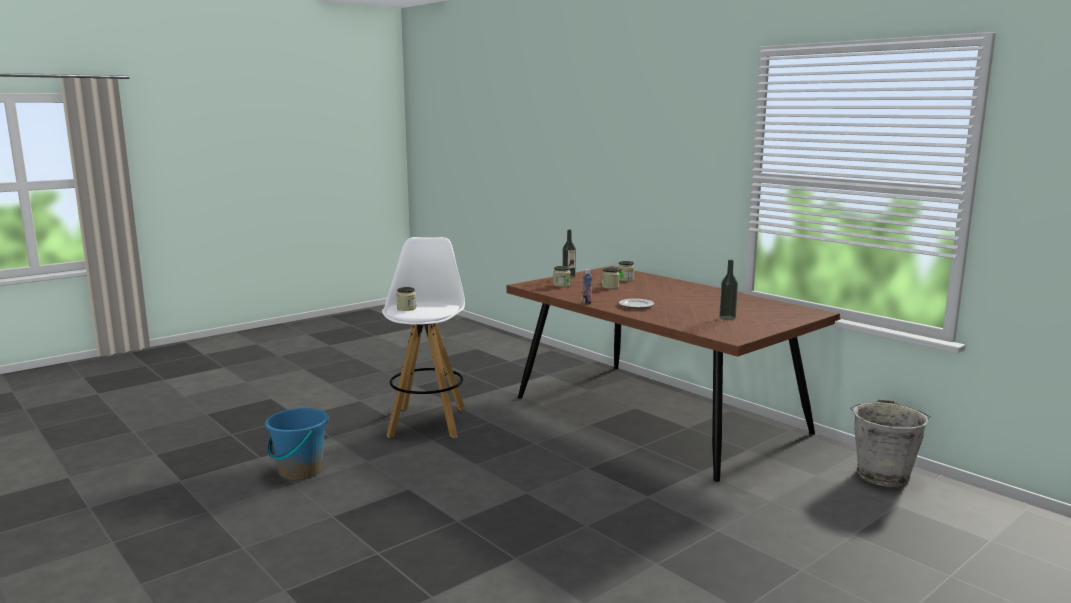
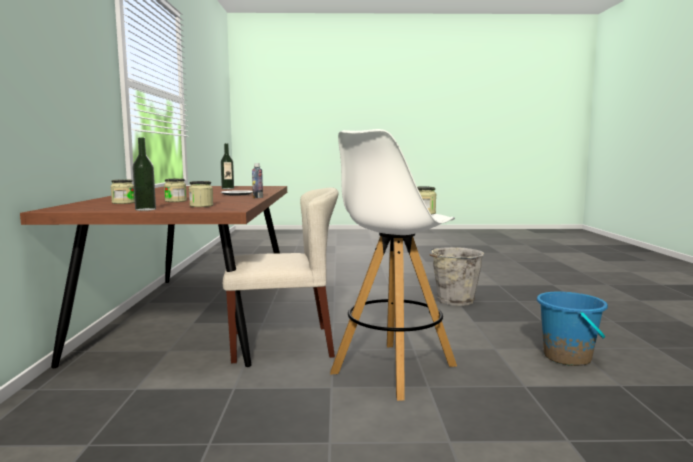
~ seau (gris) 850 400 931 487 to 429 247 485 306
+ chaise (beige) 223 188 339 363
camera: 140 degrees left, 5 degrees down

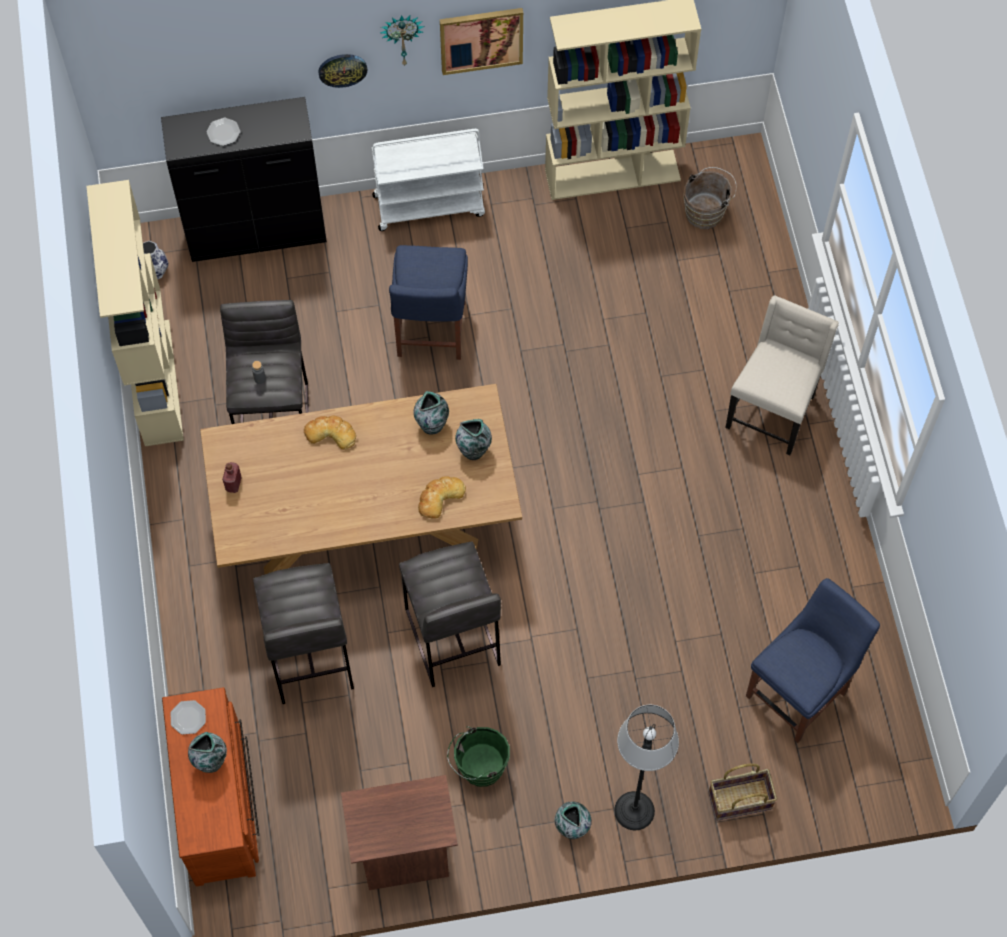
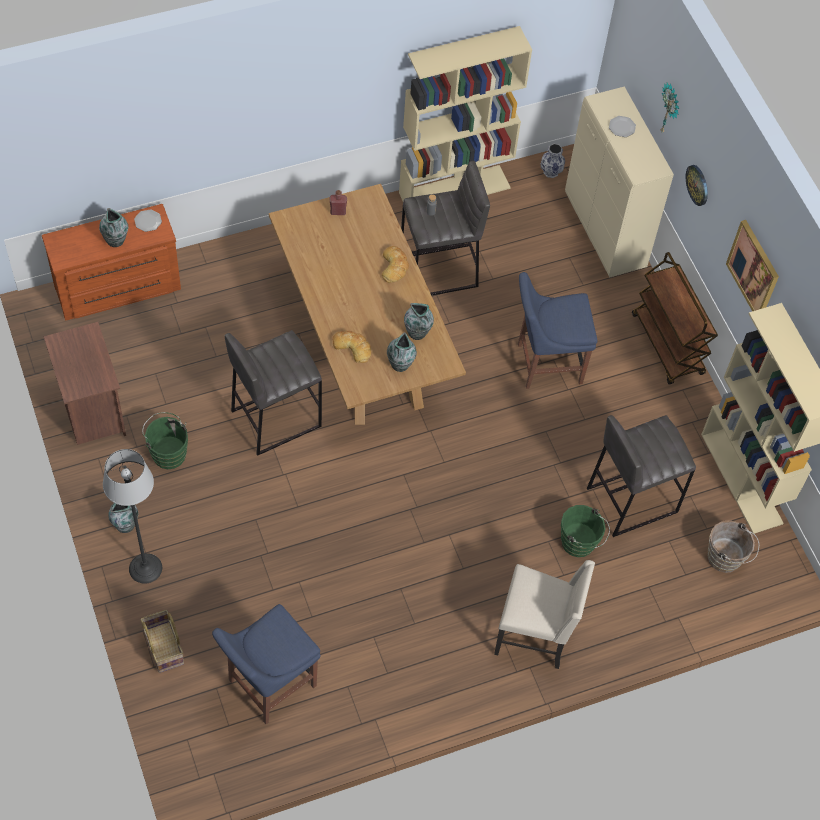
~ horloge murale 380 15 425 65 to 660 83 679 132
~ meuble de rangement (noir) 161 97 327 262 to meuble de rangement (beige) 565 86 674 277
~ chariot (blanc) 372 129 485 231 to chariot (marron) 632 252 718 385
~ tabouret (gris) 253 563 354 704 to 587 415 696 537
~ chaise (bleu) 746 578 880 743 = 212 604 321 724 105 degrees clockwise
+ seau (vert) 561 505 610 557
camera: 75 degrees right, 5 degrees down

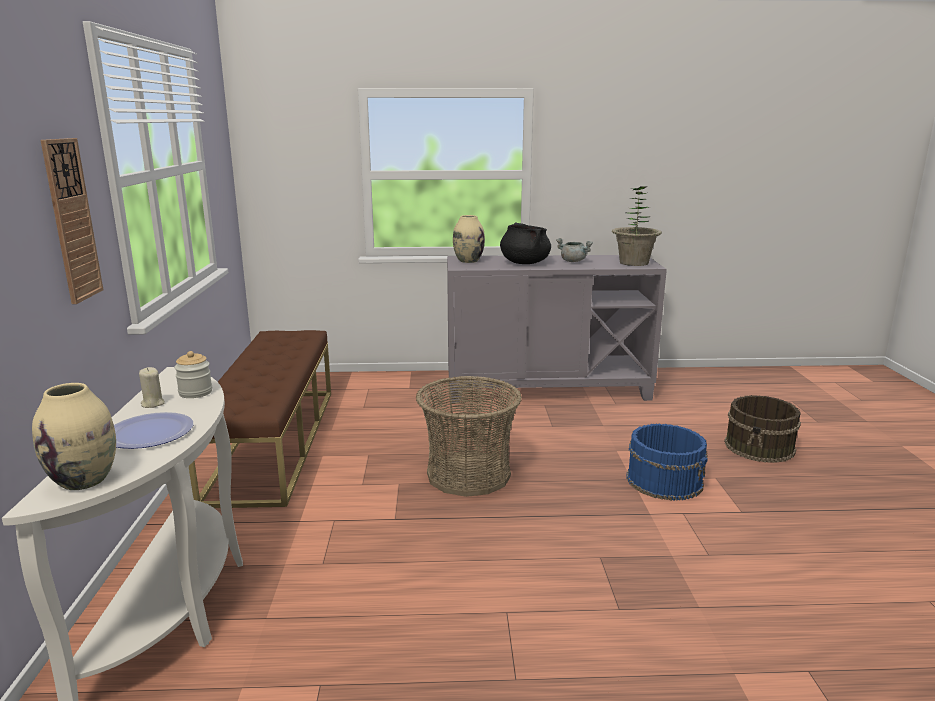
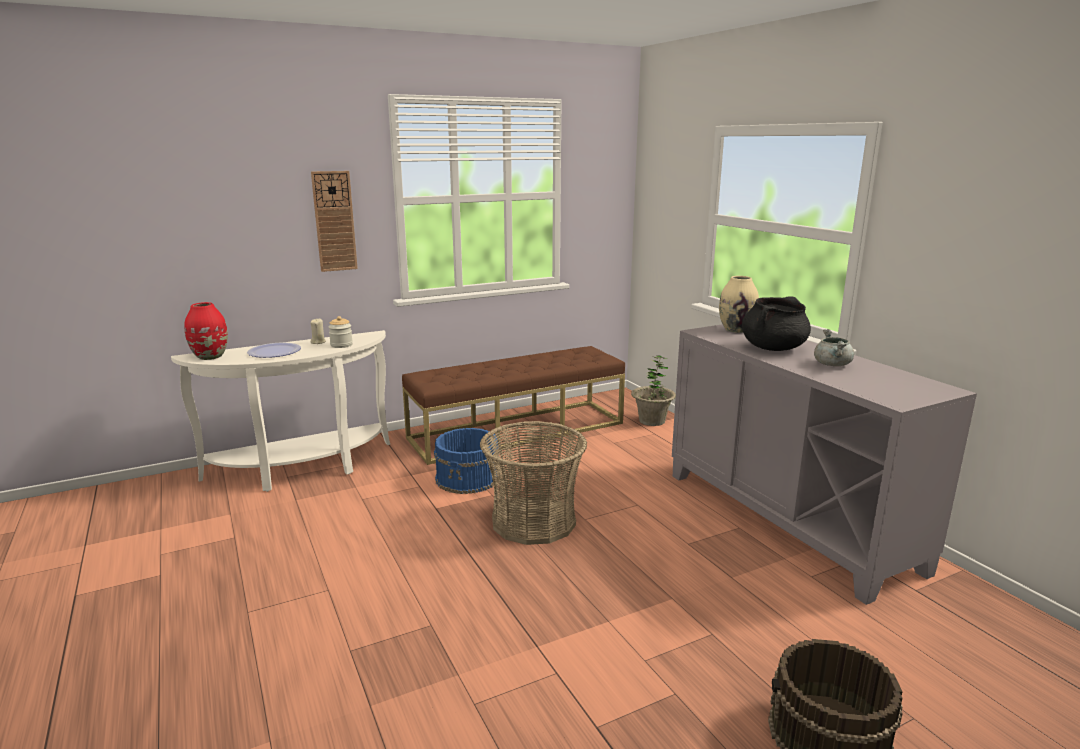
~ plante en pot 612 186 662 266 to 631 355 676 426
~ vase (beige) 32 383 116 490 to vase (rouge) 184 302 228 360
~ seau (bleu) 626 424 708 501 to 434 428 500 494
camera: 65 degrees right, 0 degrees up

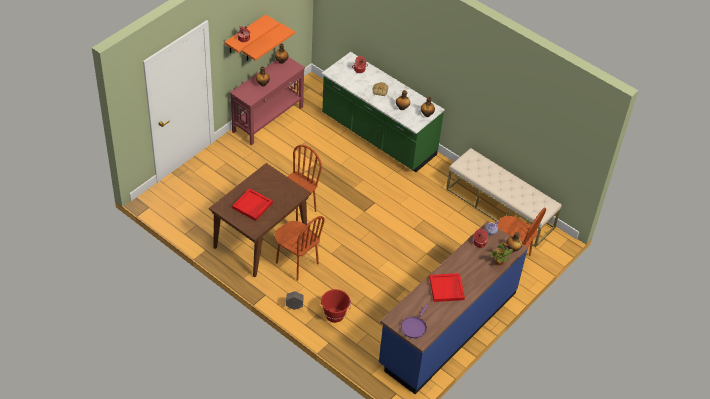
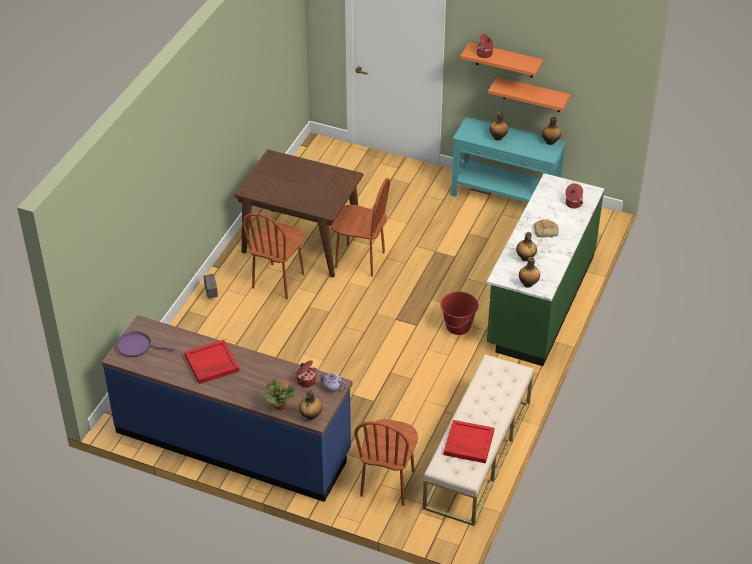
~ table console (rouge) 230 57 305 145 to table console (turquoise) 451 117 567 202
~ plateau (rouge) 232 188 273 221 to 444 420 494 463
~ seau (rouge) 321 289 351 323 to 441 292 479 335
camera: 75 degrees right, 5 degrees down

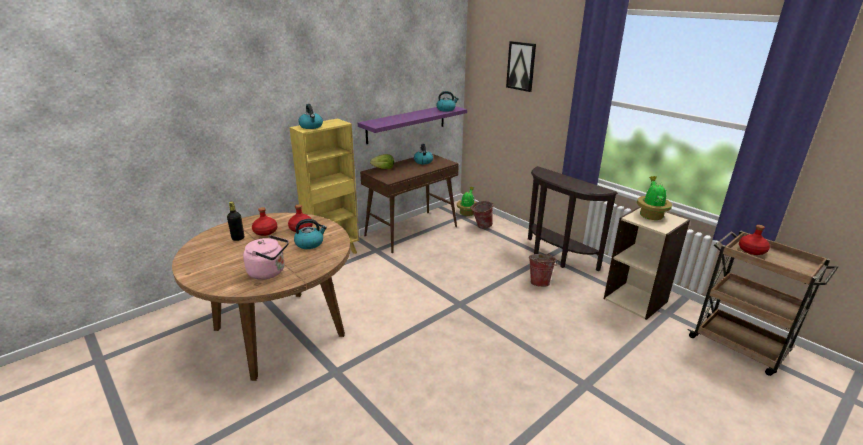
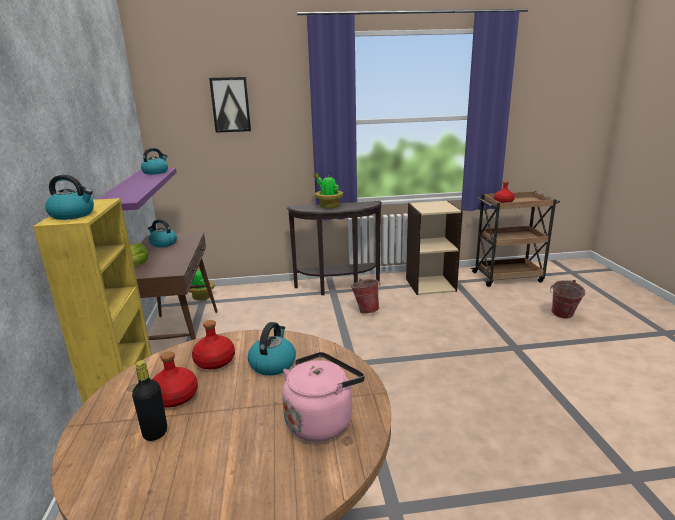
~ plante en pot 637 176 672 220 to 313 173 343 208
~ seau 470 201 494 229 to 550 280 585 319
camera: 55 degrees left, 5 degrees down

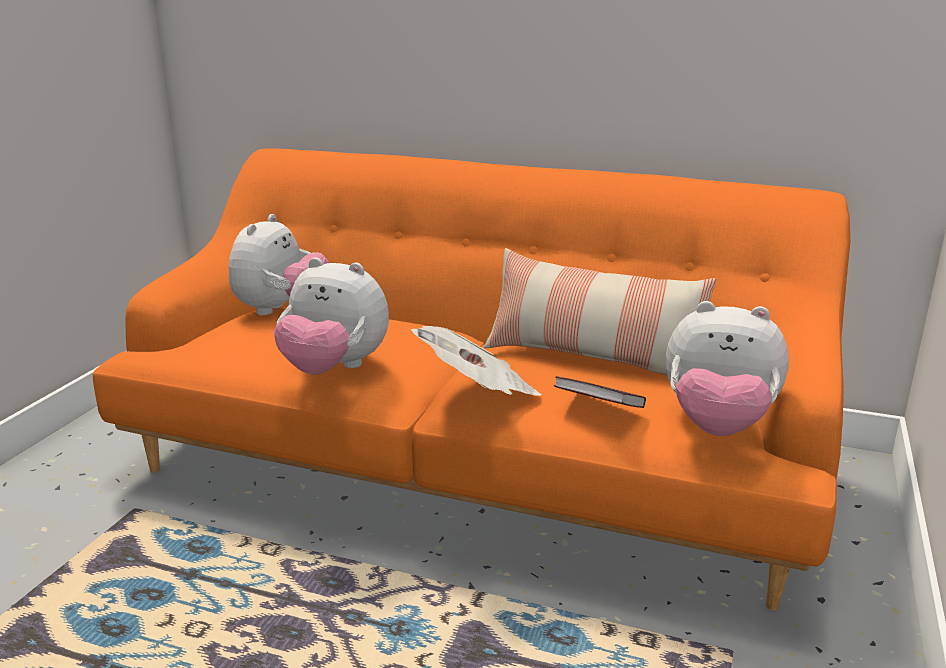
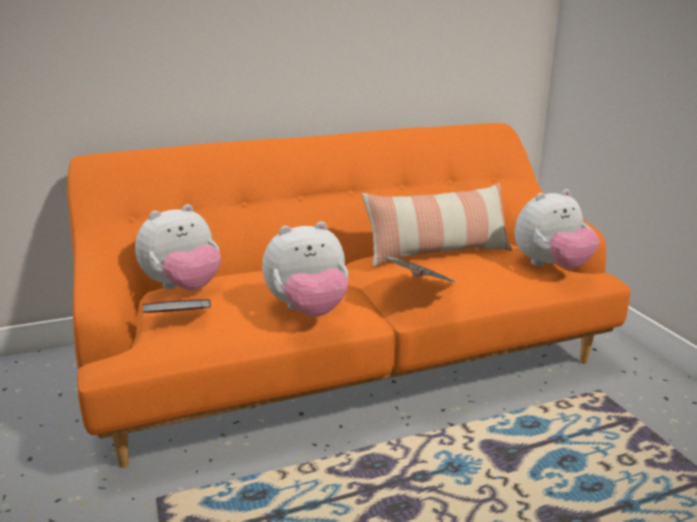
~ peluche 228 214 329 315 = 135 204 221 291 75 degrees clockwise
~ livre 554 376 646 408 to 142 299 211 313
camera: 40 degrees left, 0 degrees up

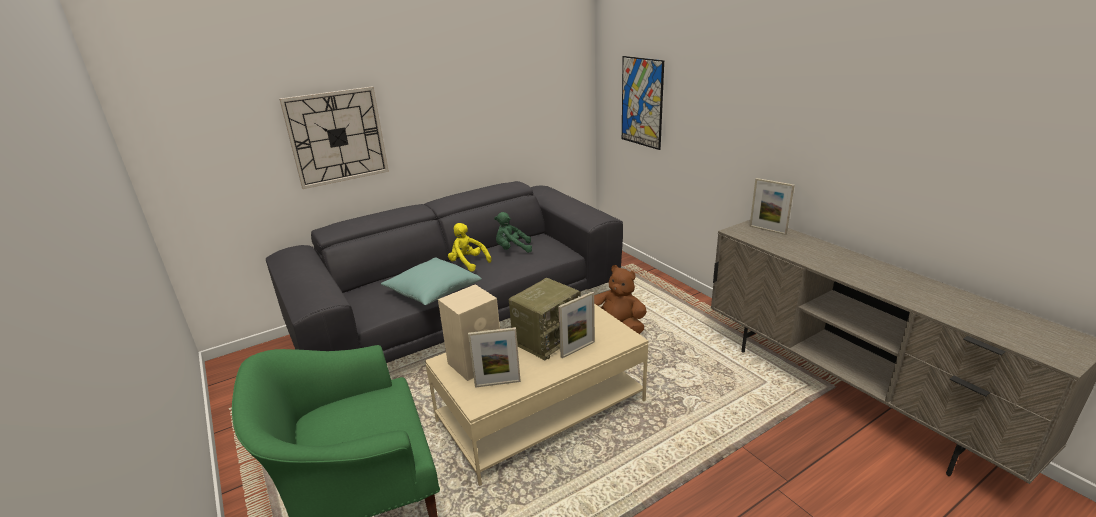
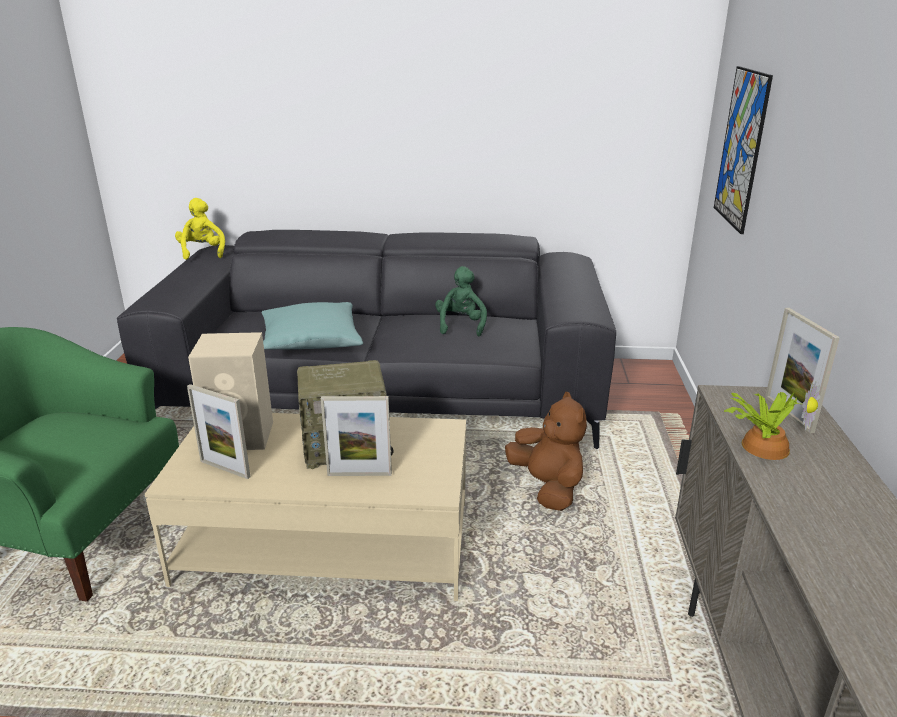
- horloge murale 279 86 389 189
~ peluche (vert) 494 212 532 253 = 435 266 487 336 60 degrees clockwise
~ peluche (jaune) 448 223 492 271 to 175 198 225 260
+ plante en pot 724 382 820 460
camera: 35 degrees right, 0 degrees up

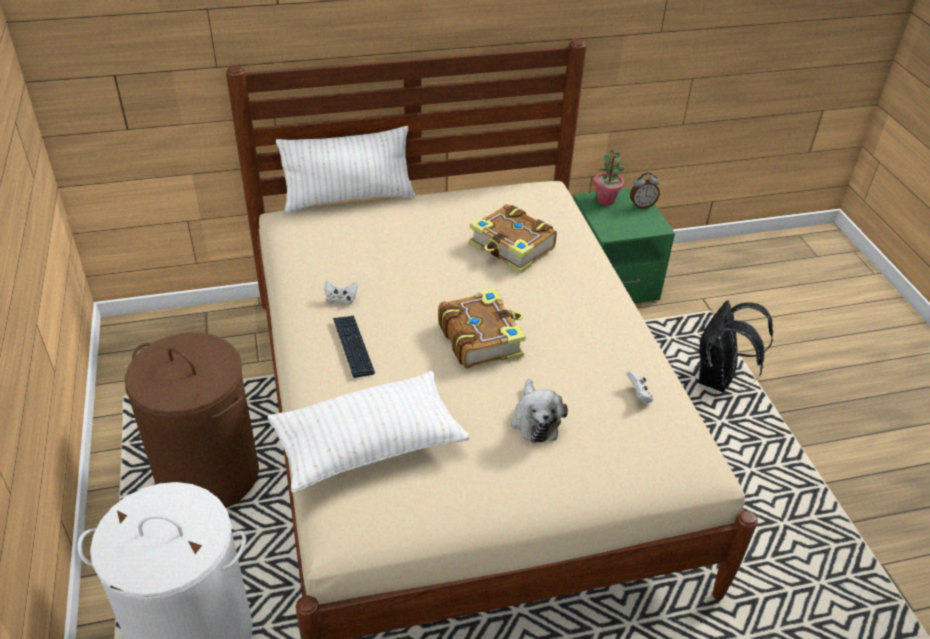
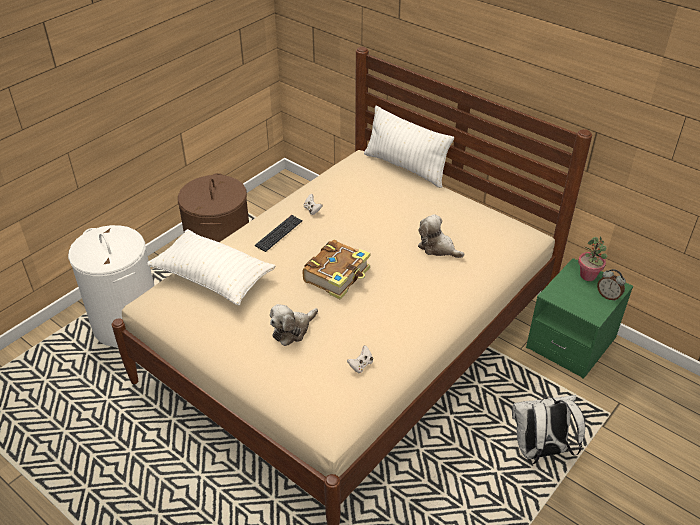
~ livre 469 204 557 273 to peluche 418 214 464 258
~ sac à dos (noir) 699 300 773 392 to sac à dos (blanc) 512 395 585 464
camera: 55 degrees right, 0 degrees up

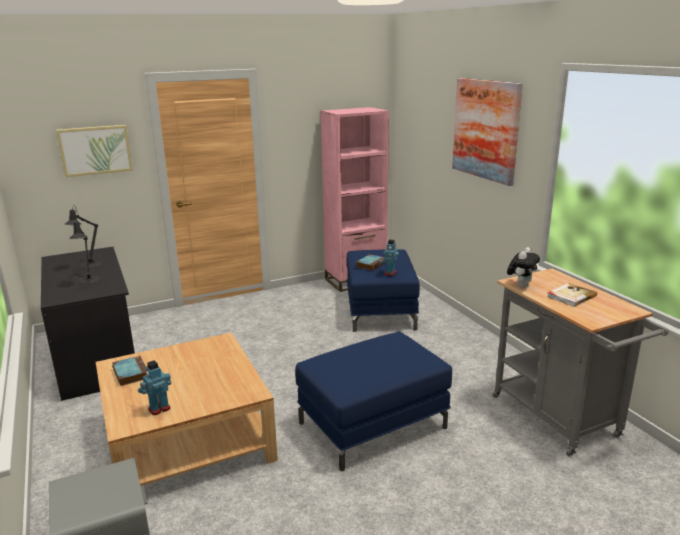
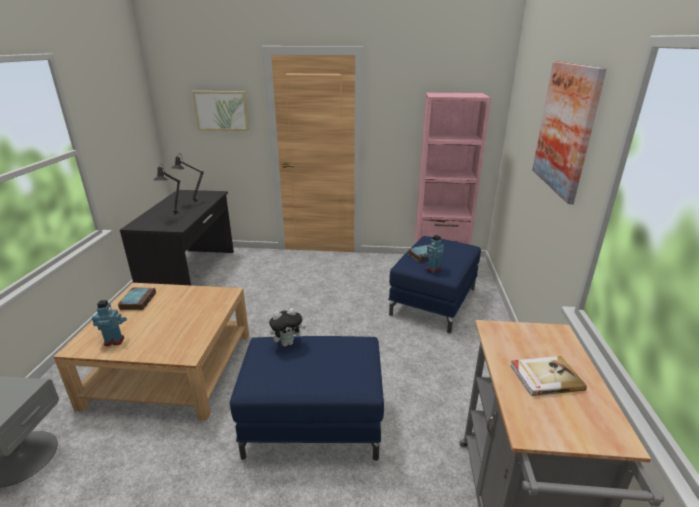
~ peluche 507 247 540 288 to 269 308 306 346
camera: 30 degrees right, 5 degrees up

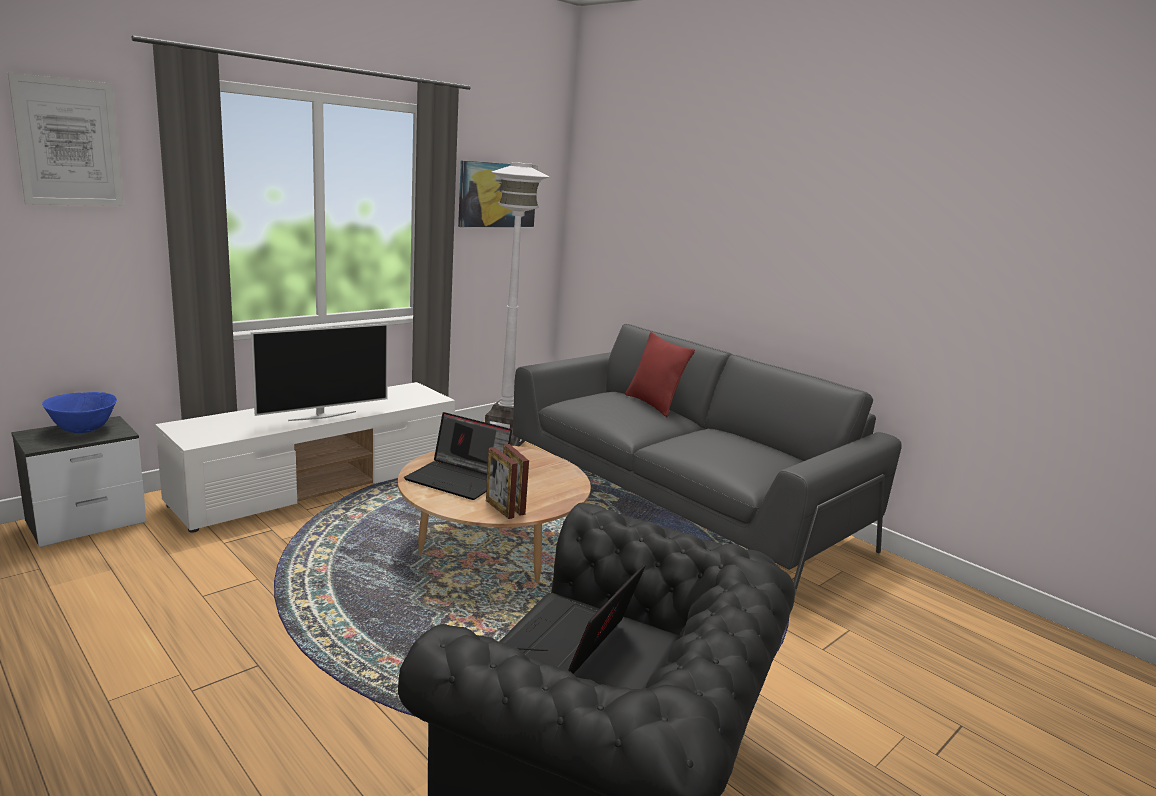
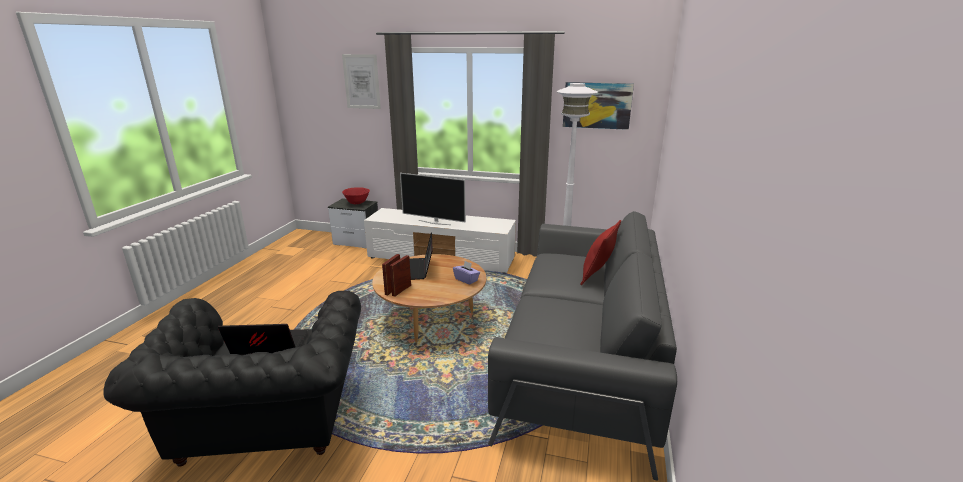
~ bol (bleu) 42 392 117 433 to bol (rouge) 342 187 370 204
+ boîte à mouchoirs (violet) 453 261 480 285
camera: 60 degrees right, 5 degrees up

